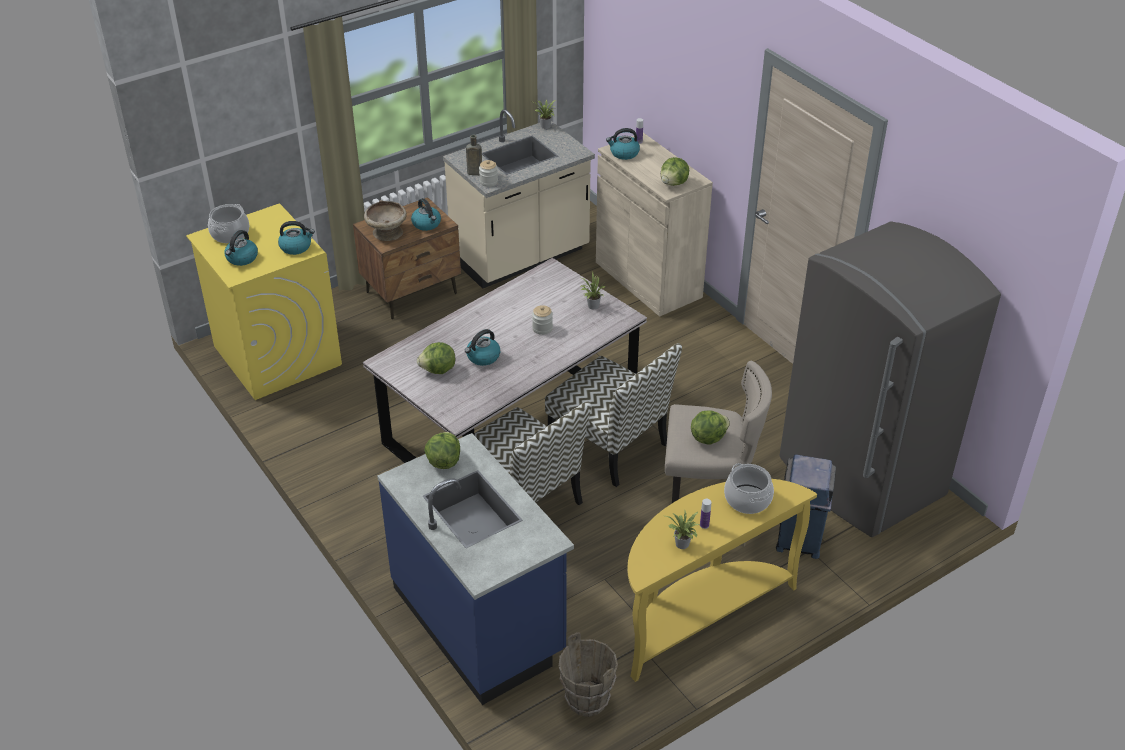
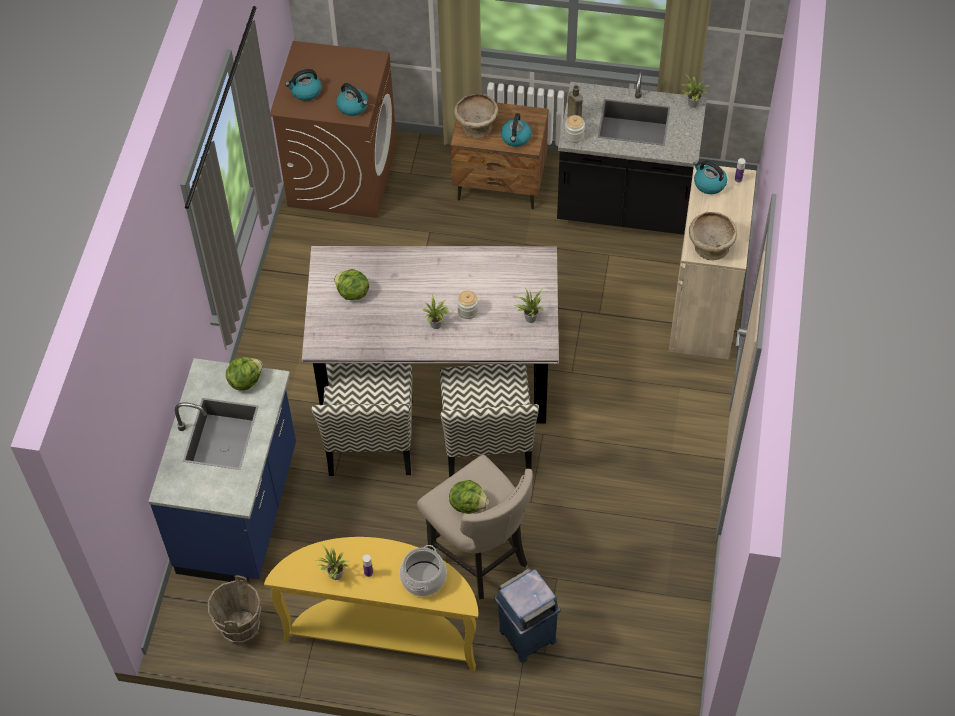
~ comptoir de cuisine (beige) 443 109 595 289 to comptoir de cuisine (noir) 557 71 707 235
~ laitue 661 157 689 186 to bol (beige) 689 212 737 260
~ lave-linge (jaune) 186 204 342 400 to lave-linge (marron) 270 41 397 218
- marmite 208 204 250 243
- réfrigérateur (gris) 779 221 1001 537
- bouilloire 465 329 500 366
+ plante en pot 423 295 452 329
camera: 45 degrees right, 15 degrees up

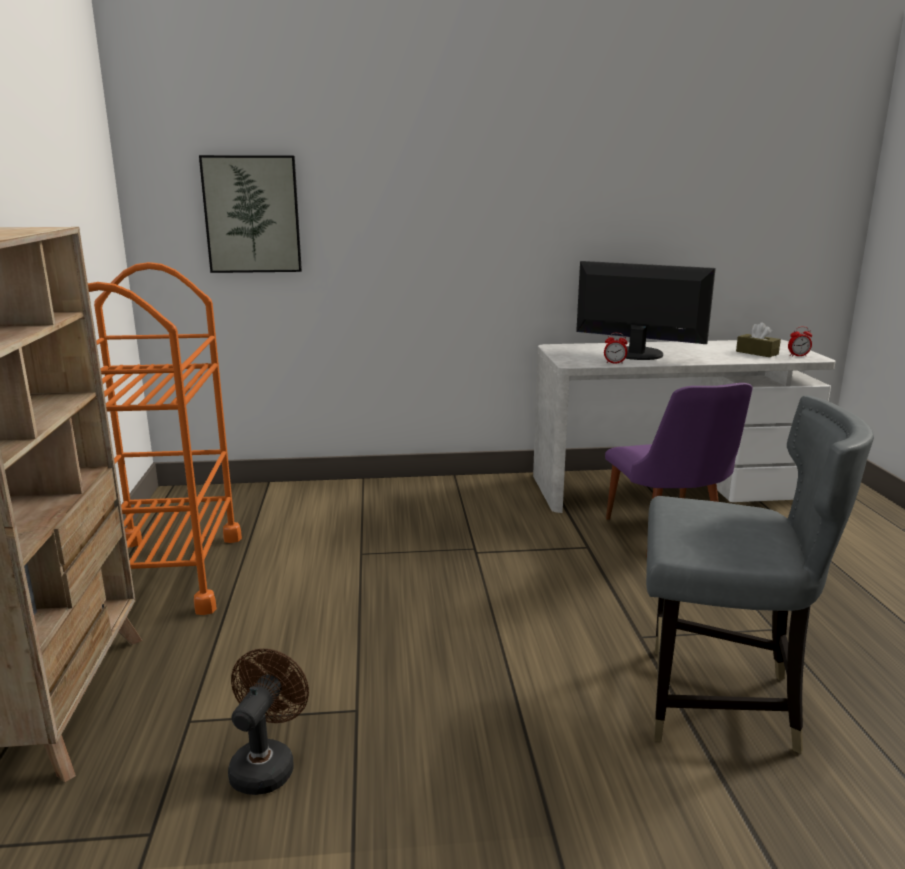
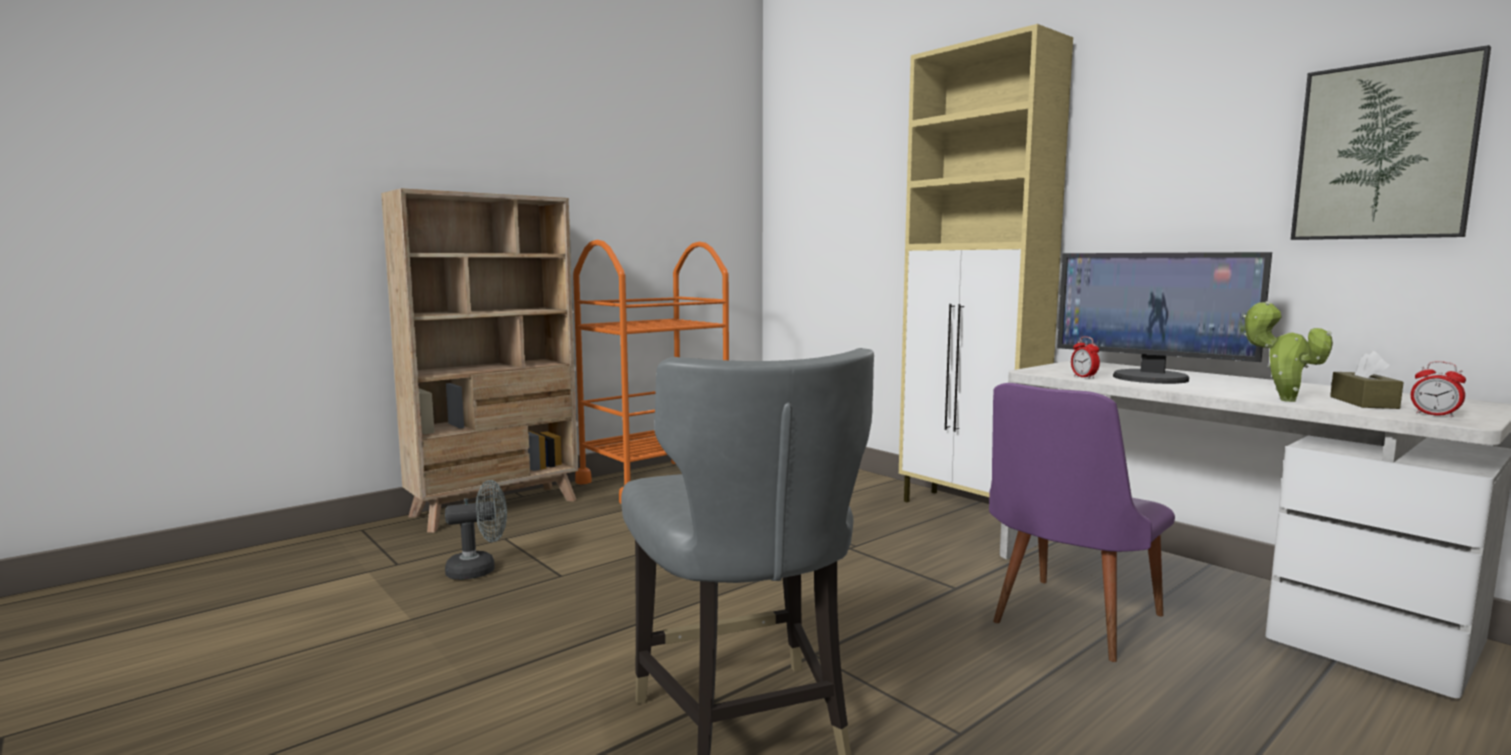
~ tableau 199 155 302 273 to 1291 45 1491 240
~ écran d'ordinateur 576 261 716 360 = 1057 252 1272 384 135 degrees clockwise
~ ventilateur (marron) 228 649 309 795 to ventilateur (gris) 445 480 507 580
+ meuble de rangement (beige) 899 24 1073 502
+ plante en pot 1243 301 1333 402
camera: 55 degrees right, 10 degrees down

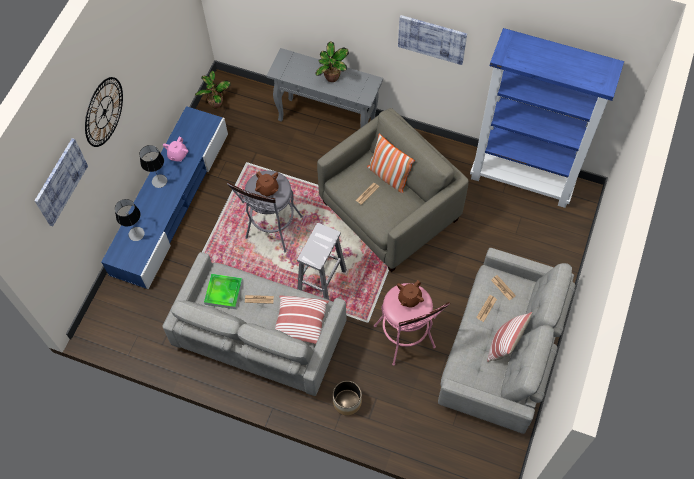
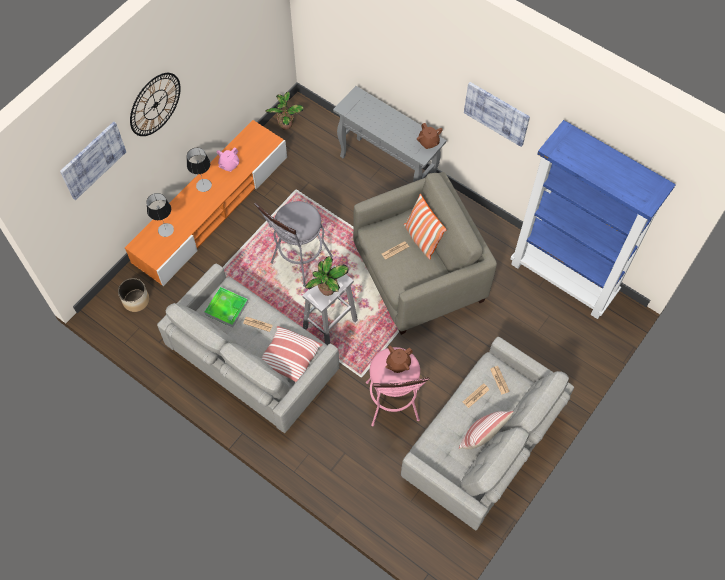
~ plante en pot 315 41 349 82 to 306 256 349 296
~ meuble télé (bleu) 101 106 228 289 to meuble télé (orange) 125 120 287 286
~ théière (marron) 255 171 279 197 to 417 123 443 149
~ cache-pot 333 381 362 415 to 118 278 149 312
camera: 15 degrees right, 0 degrees up

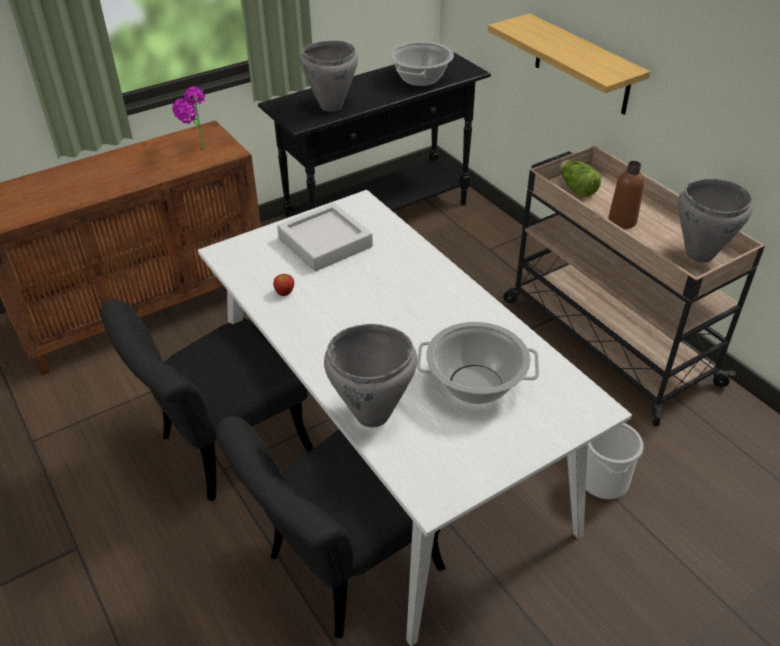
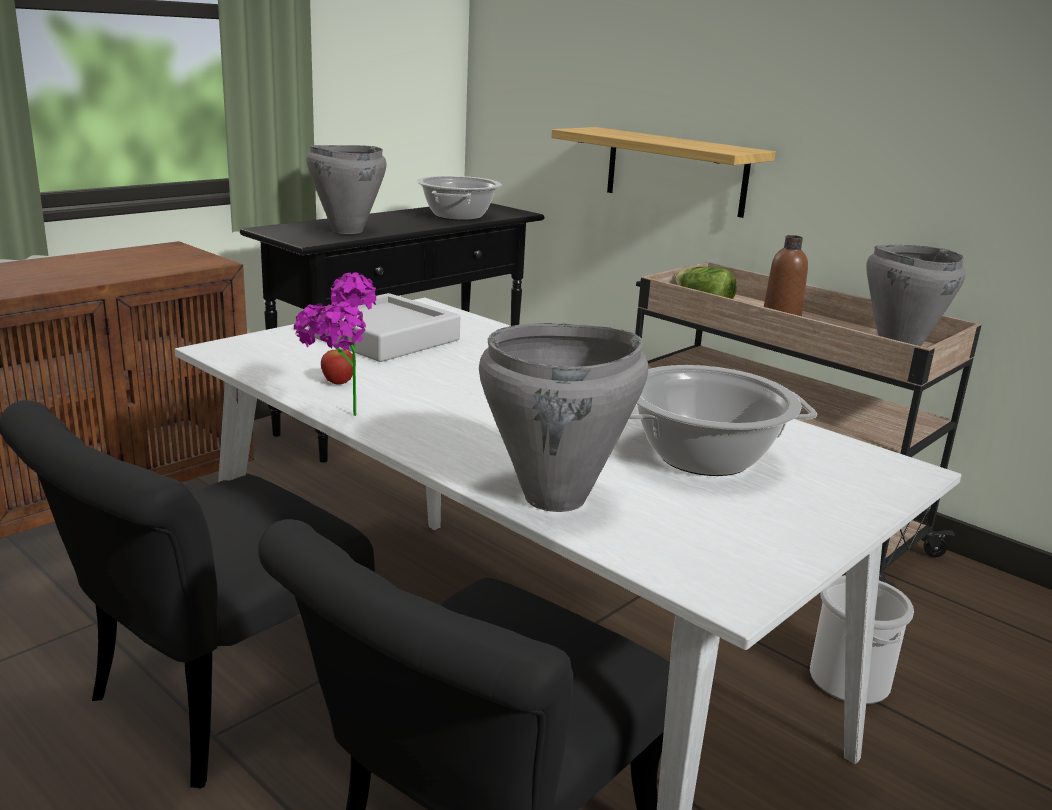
~ plante en pot 172 86 205 149 to 294 272 376 416
camera: 15 degrees left, 20 degrees down

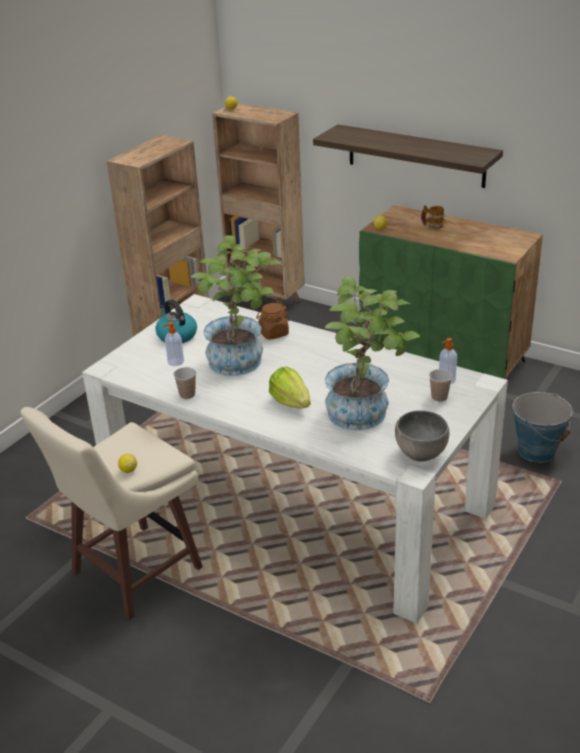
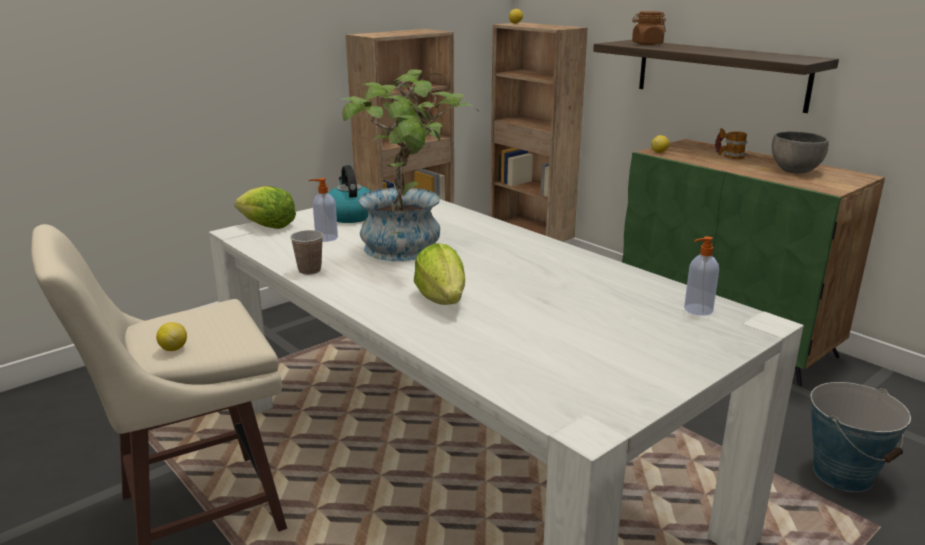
- plante en pot 325 277 420 430
~ bocal (marron) 256 303 289 340 to 632 11 666 45
- tasse 429 369 452 402
~ bol (gris) 395 410 449 462 to 772 132 829 174
+ laitue 234 186 296 229
camera: 15 degrees right, 10 degrees down

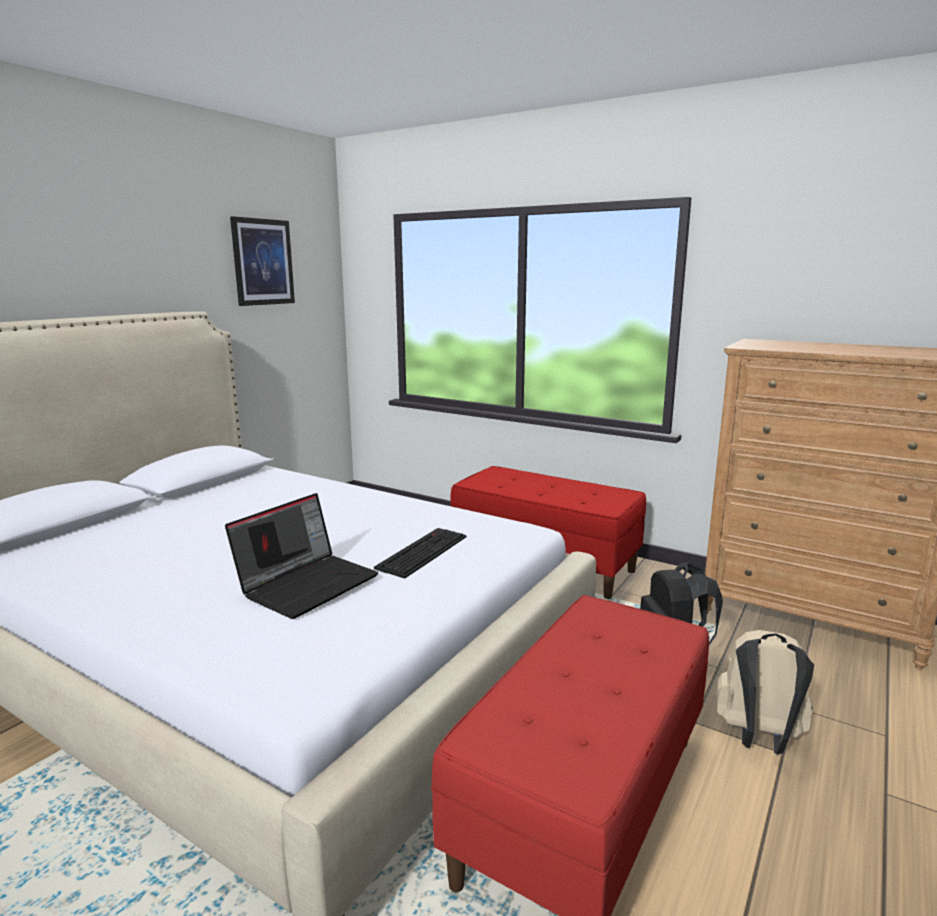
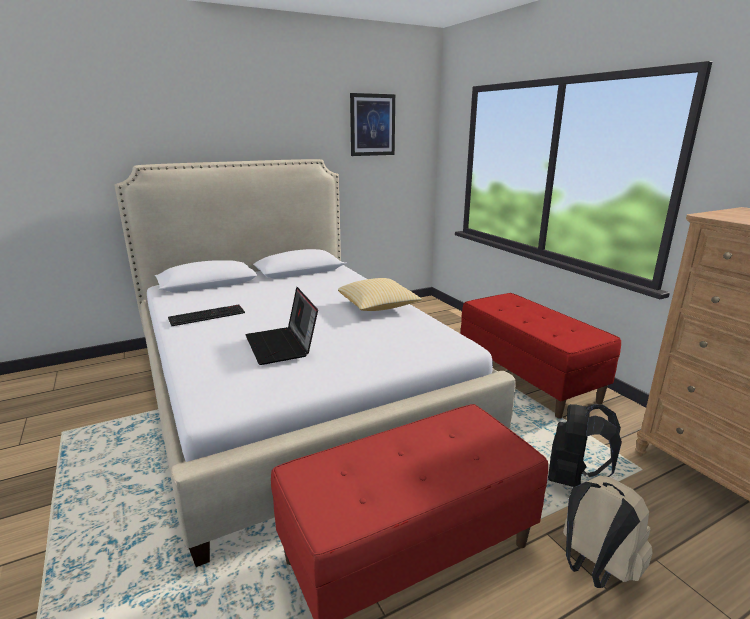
~ ordinateur portable 225 493 378 619 = 245 287 318 365 90 degrees clockwise
~ clavier 374 528 467 579 to 168 305 245 326
+ coussin 338 278 422 311
camera: 30 degrees right, 5 degrees up

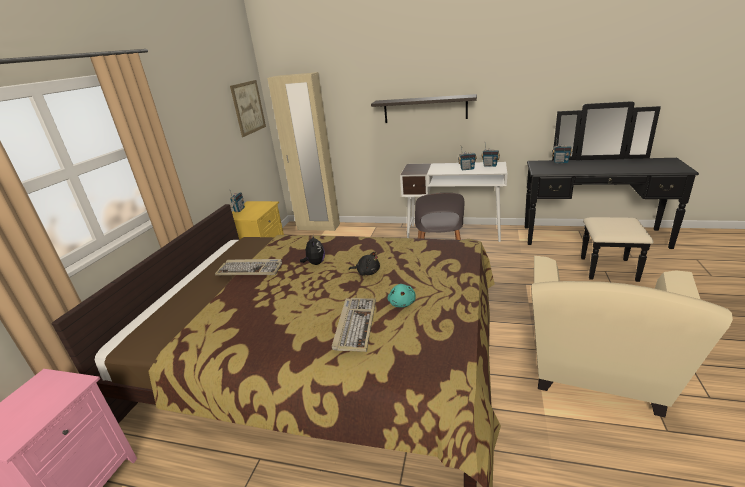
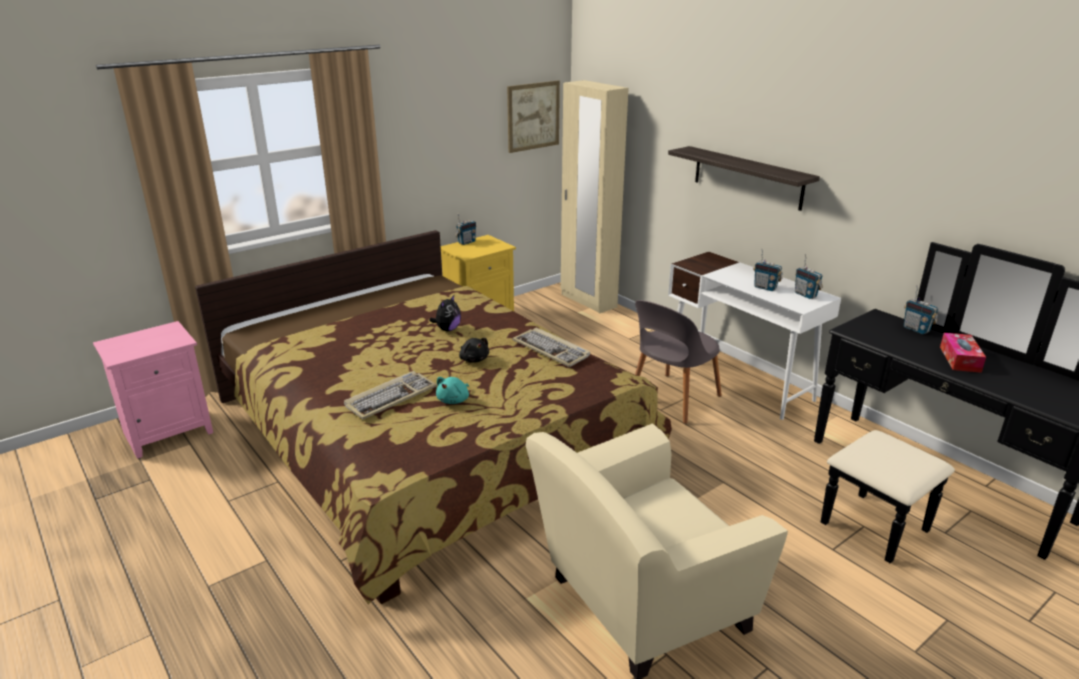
~ clavier 215 259 282 275 to 512 328 590 367
+ boîte à mouchoirs 940 333 986 373
camera: 35 degrees right, 0 degrees up

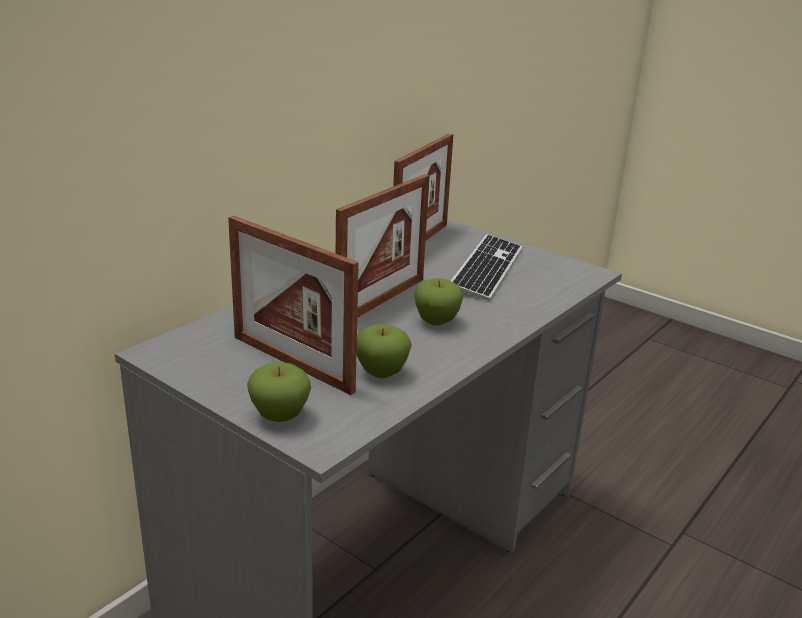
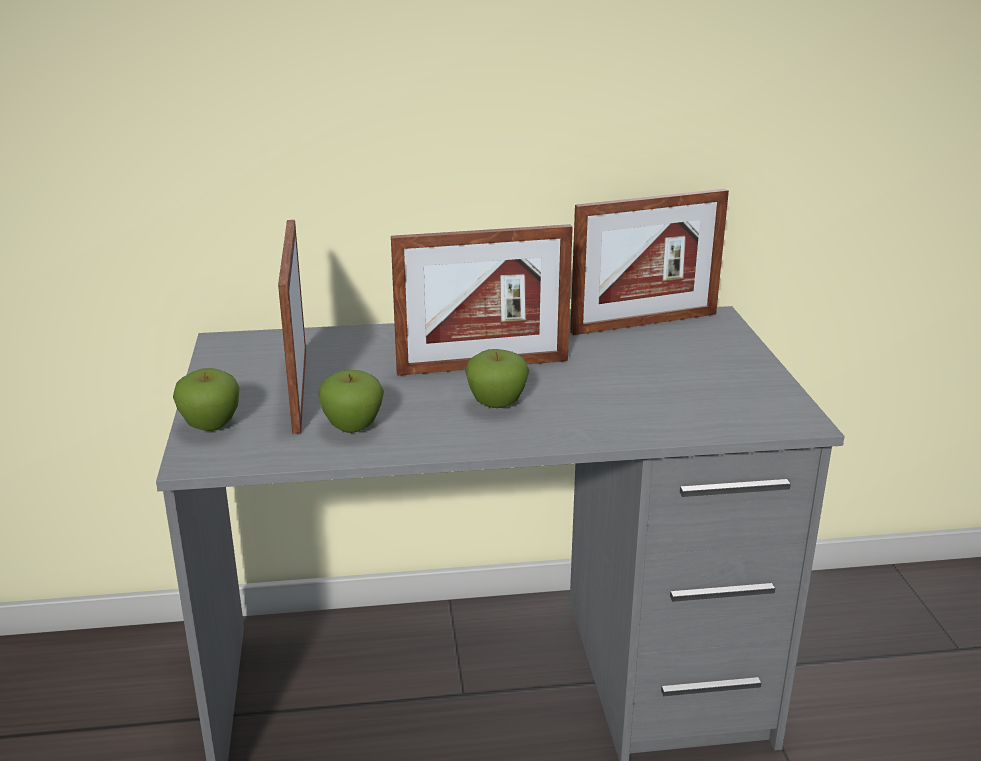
- clavier 451 234 522 300
camera: 45 degrees right, 0 degrees up

